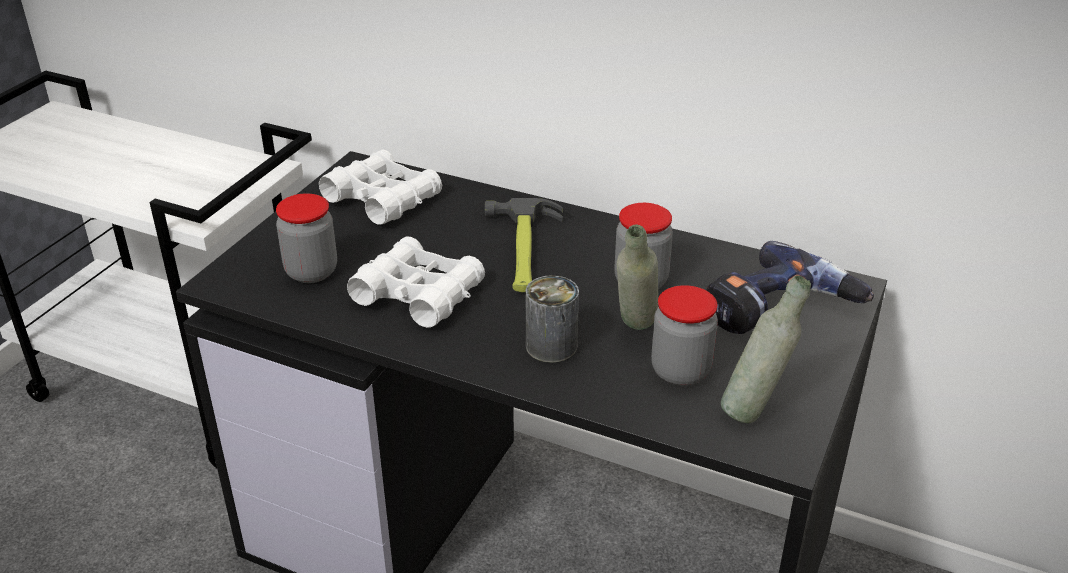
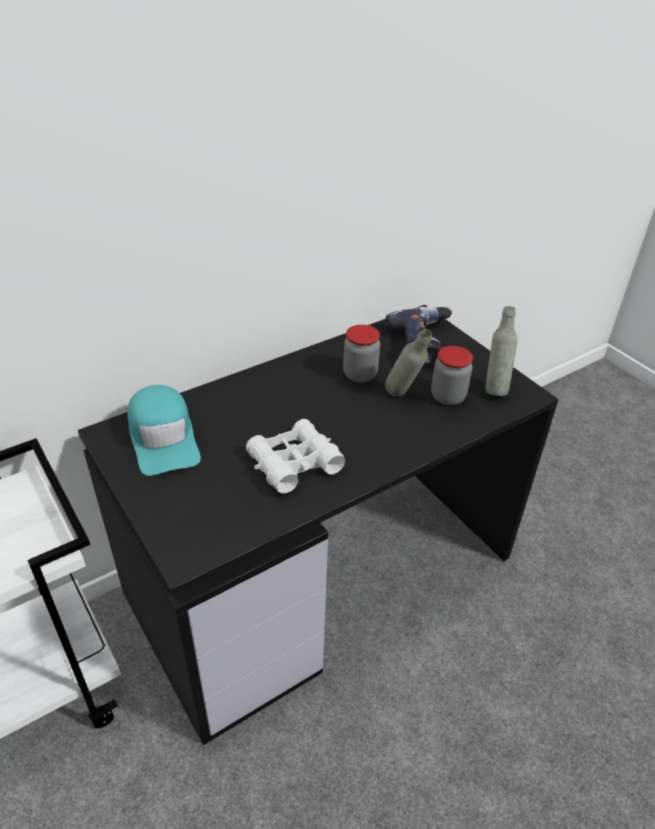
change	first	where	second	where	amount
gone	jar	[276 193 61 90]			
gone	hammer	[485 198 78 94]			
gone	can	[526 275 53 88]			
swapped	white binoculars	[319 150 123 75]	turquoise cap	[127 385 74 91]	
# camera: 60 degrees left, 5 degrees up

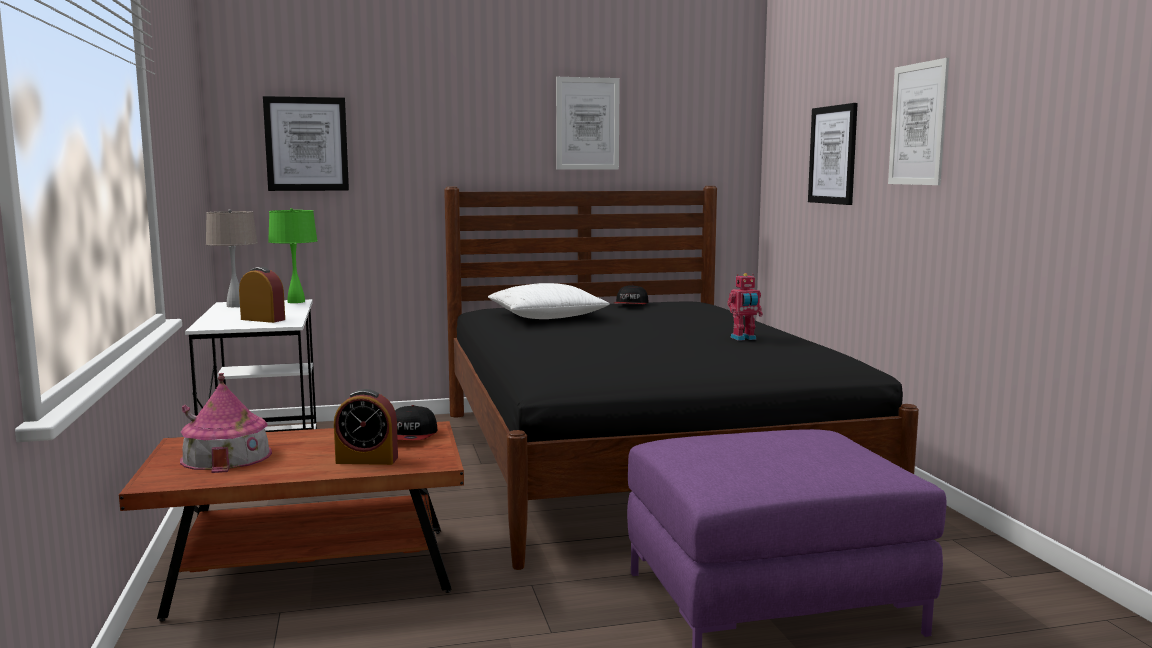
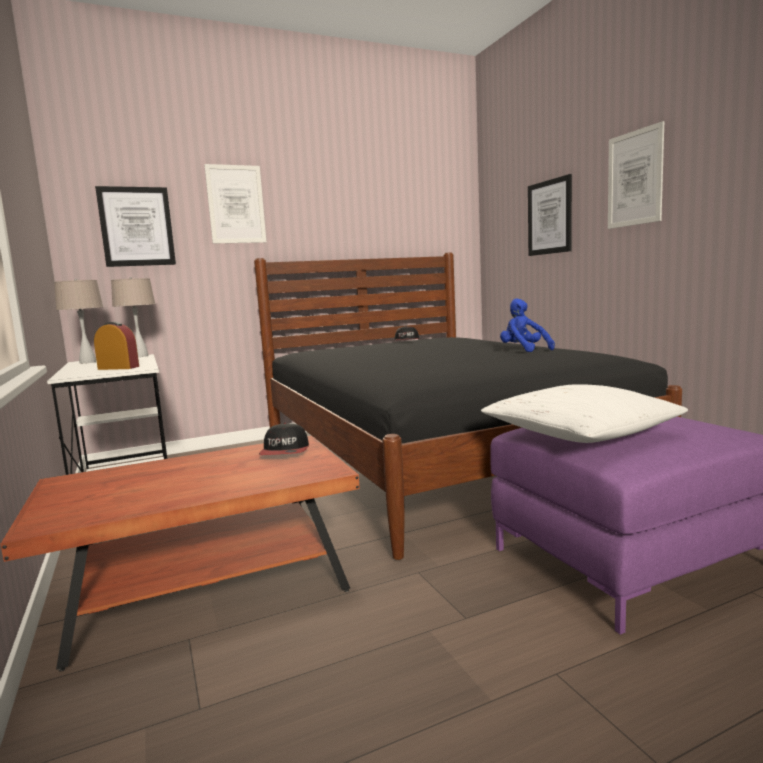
change	first	where	second	where	amount
gone	toy house	[180 373 92 100]			
gone	alarm clock	[334 389 64 76]			
shifted	white pillow	[488 283 122 36]		[481 384 207 59]	
shifted	picture	[556 77 64 92]		[204 164 62 80]	
swapped	toy robot	[727 273 36 68]	blue plush toy	[500 298 55 54]	
repainted	green table lamp	[268 208 50 95]	beige table lamp	[111 277 44 80]	
# camera: 10 degrees left, 0 degrees up

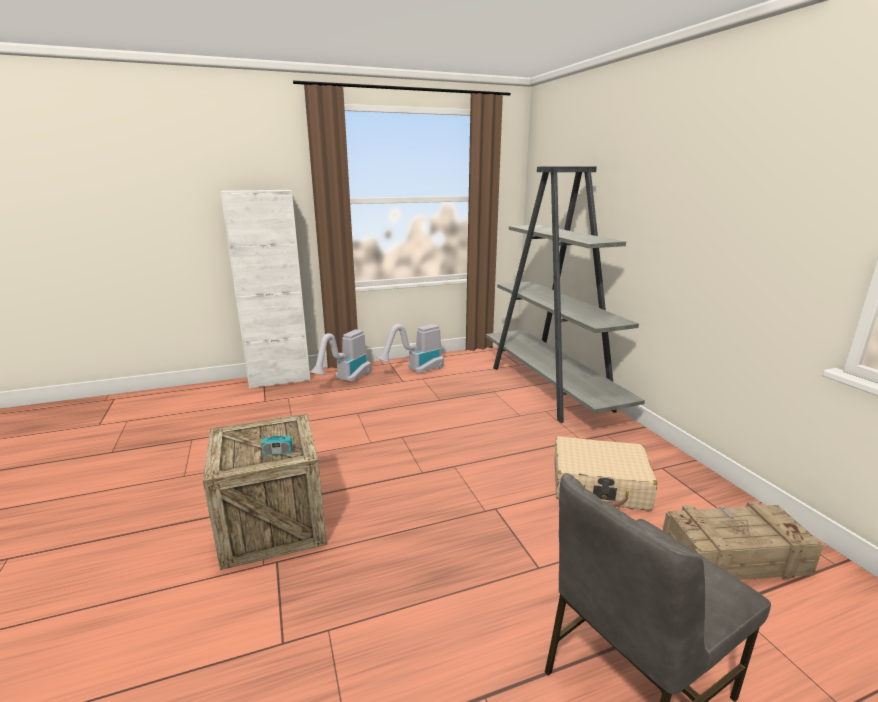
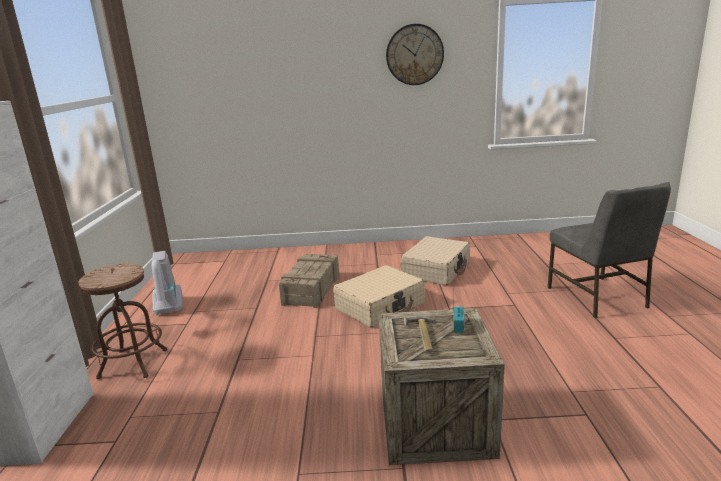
change	first	where	second	where	amount
gone	grey bookcase	[486 166 159 257]			
new			beige suitcase	[333 265 92 63]	
new			wall clock	[386 24 58 61]	
new			hammer	[404 316 32 37]	
shifted	crate	[663 501 161 79]		[279 254 60 54]	
swapped	vacuum cleaner	[309 329 62 53]	brown stool	[78 264 89 115]	
# camera: 70 degrees left, 0 degrees up

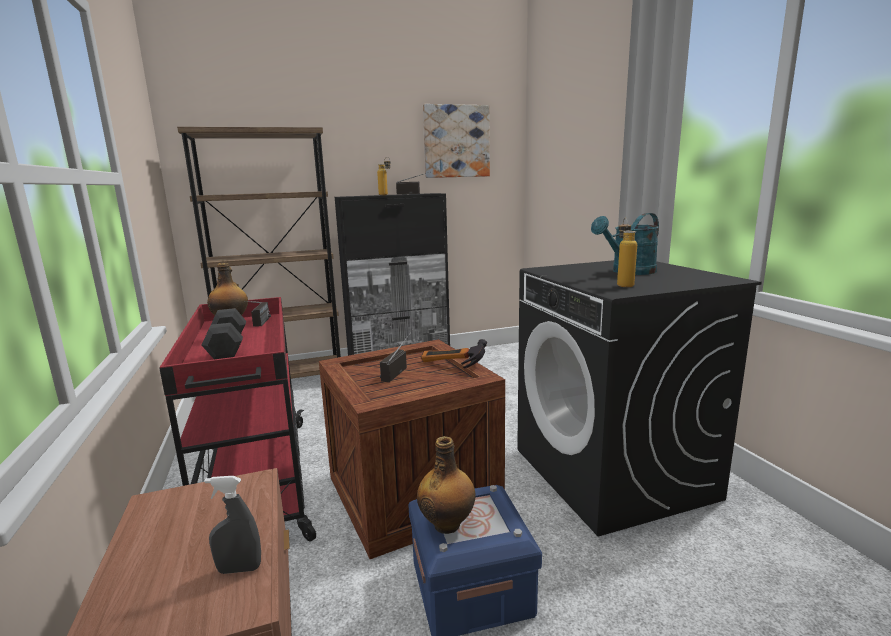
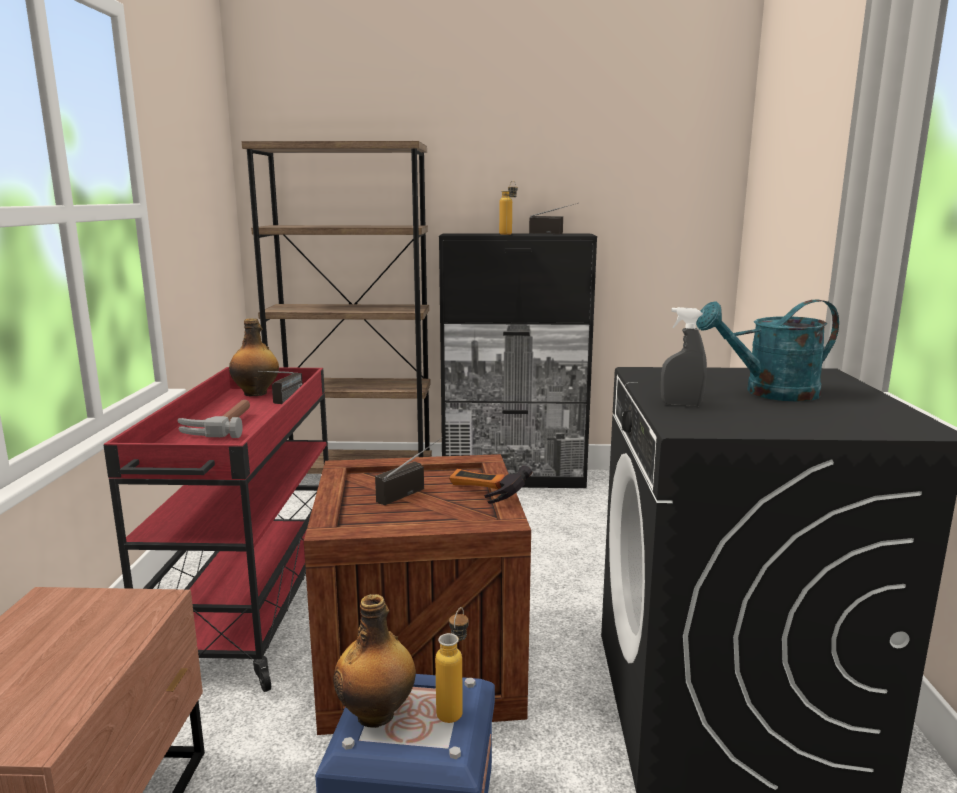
change	first	where	second	where	amount
gone	picture	[423 104 67 74]			
shifted	grey spray bottle	[205 476 56 98]		[661 307 46 100]	
shifted	bottle	[617 218 20 69]		[435 607 33 116]	
swapped	black dumbbell	[201 308 45 51]	hammer	[177 400 73 38]	
# camera: 20 degrees right, 0 degrees up

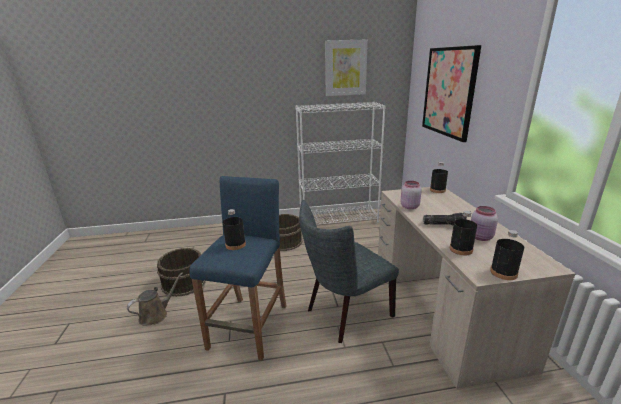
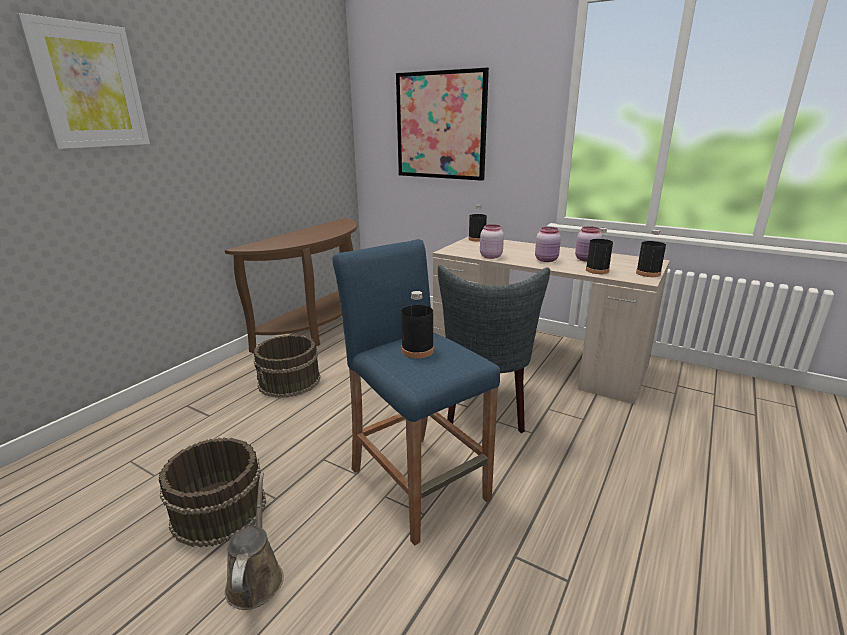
change	first	where	second	where	amount
shifted	picture	[325 40 43 56]		[16 13 134 136]	
swapped	white bookcase	[295 102 91 123]	brown console table	[225 218 132 135]	
swapped	flashlight	[424 213 43 12]	pink jar	[535 227 26 35]	
# camera: 50 degrees left, 0 degrees up

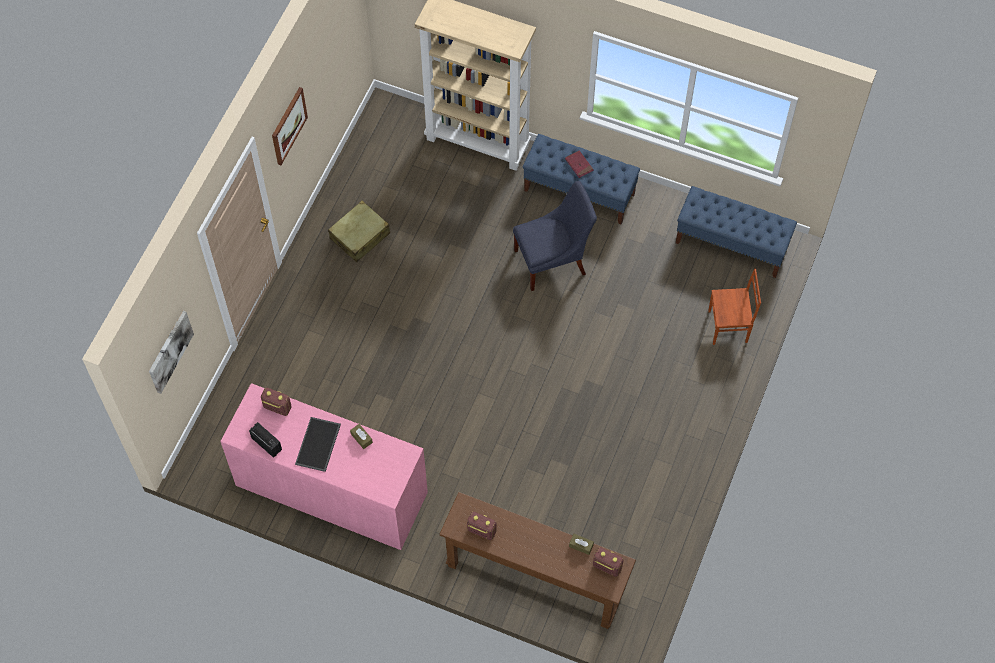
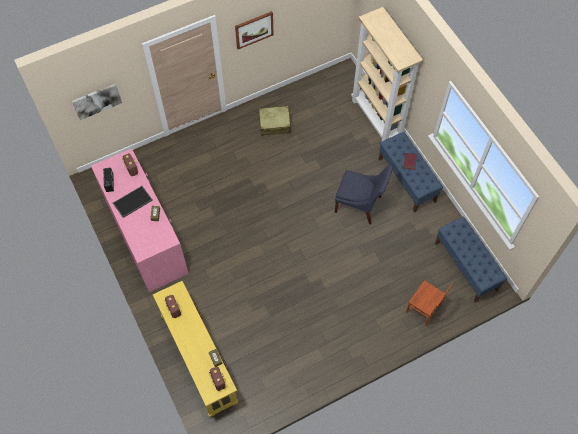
change	first	where	second	where	amount
repainted	brown console table	[440 492 196 137]	yellow console table	[153 281 85 136]	
# camera: 40 degrees right, 0 degrees up

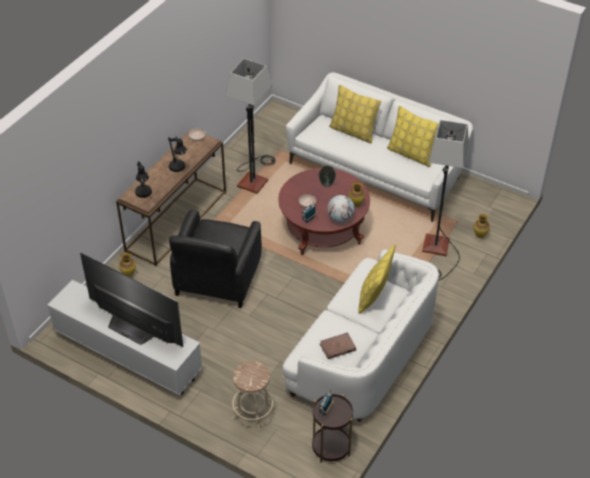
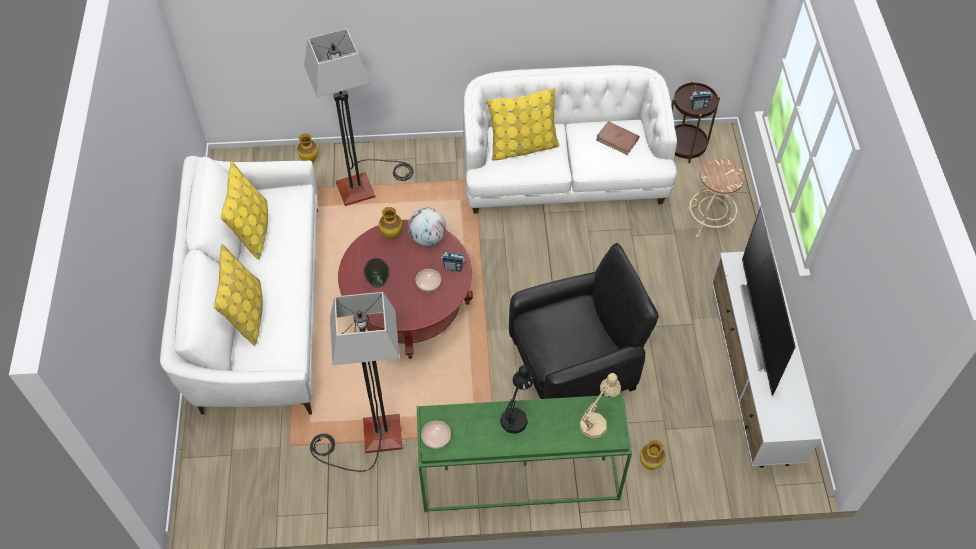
change	first	where	second	where	amount
repainted	brown console table	[116 129 110 137]	green console table	[417 394 215 118]	
repainted	black table lamp	[135 161 17 37]	beige table lamp	[580 373 41 65]	
# camera: 125 degrees left, 10 degrees up

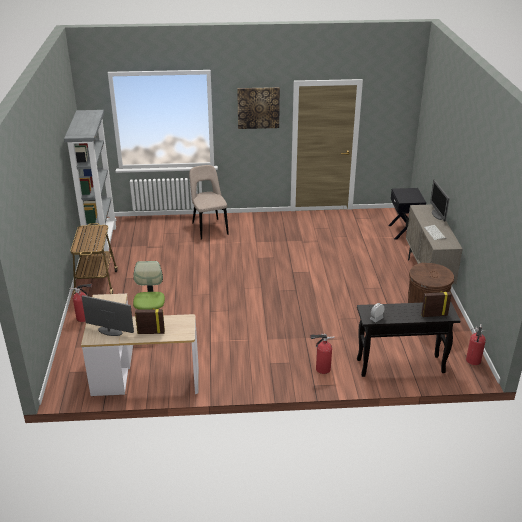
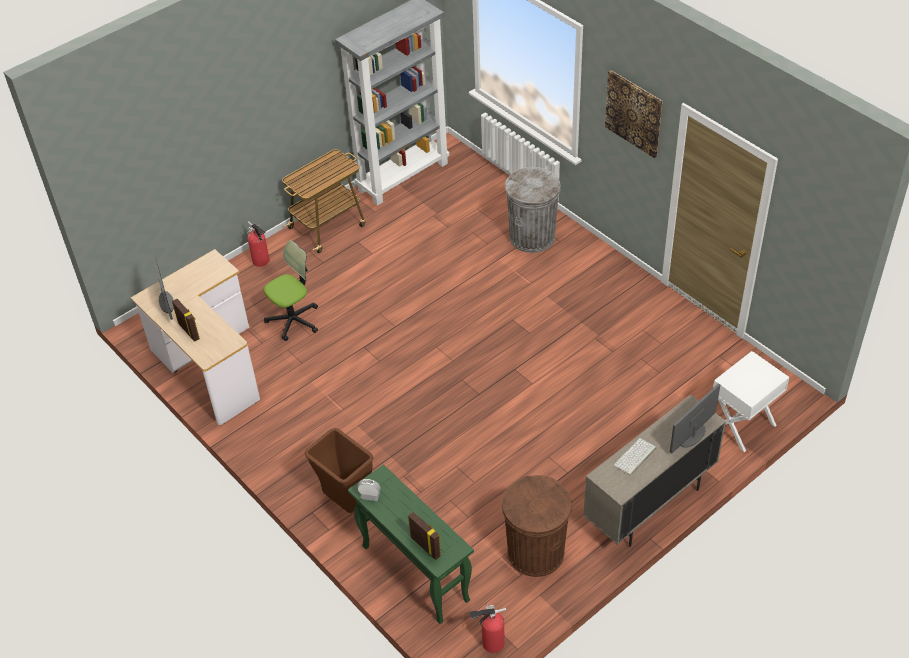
change	first	where	second	where	amount
swapped	beige chair	[189 165 40 75]	grey trash can	[505 167 56 86]	
swapped	fire extinguisher	[310 333 25 41]	brown trash can	[304 428 70 85]	
repainted	black console table	[357 301 104 76]	green console table	[348 464 126 160]	
repainted	black nightstand	[388 188 38 51]	white nightstand	[713 351 76 101]	
# camera: 55 degrees right, 15 degrees up

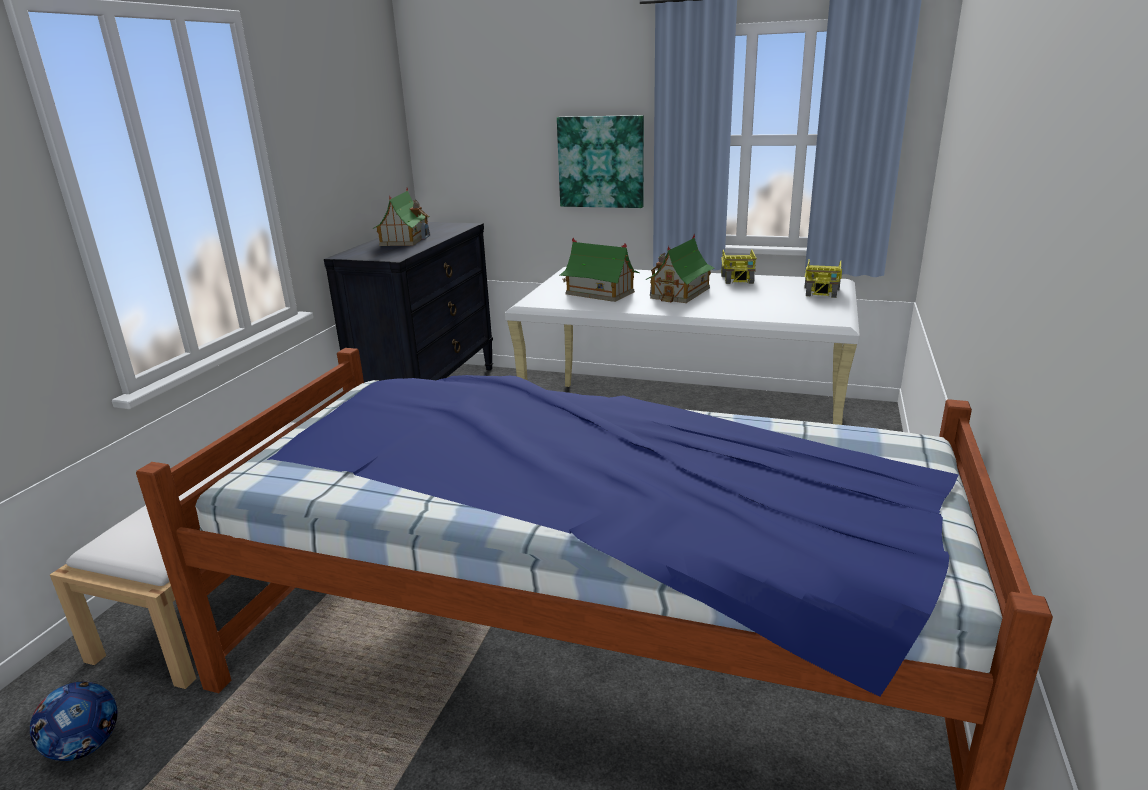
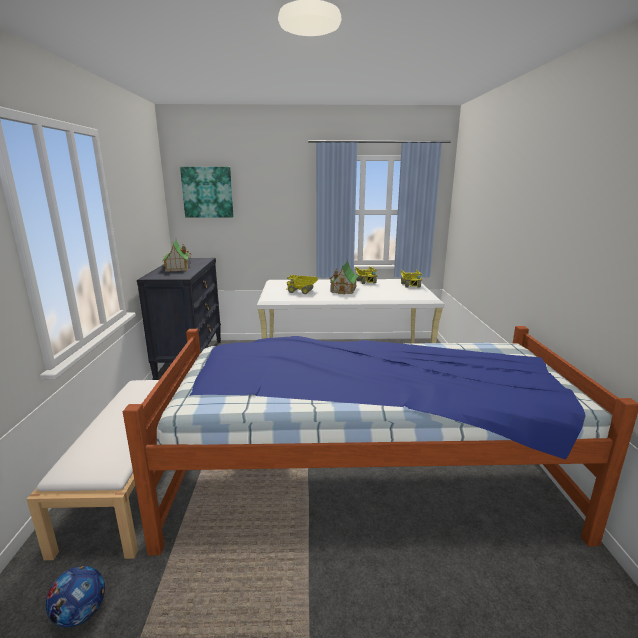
change	first	where	second	where	amount
shifted	picture	[557 115 87 93]		[180 167 54 51]	
swapped	toy house	[560 237 80 65]	toy truck	[286 275 32 19]	
# camera: 20 degrees left, 5 degrees down

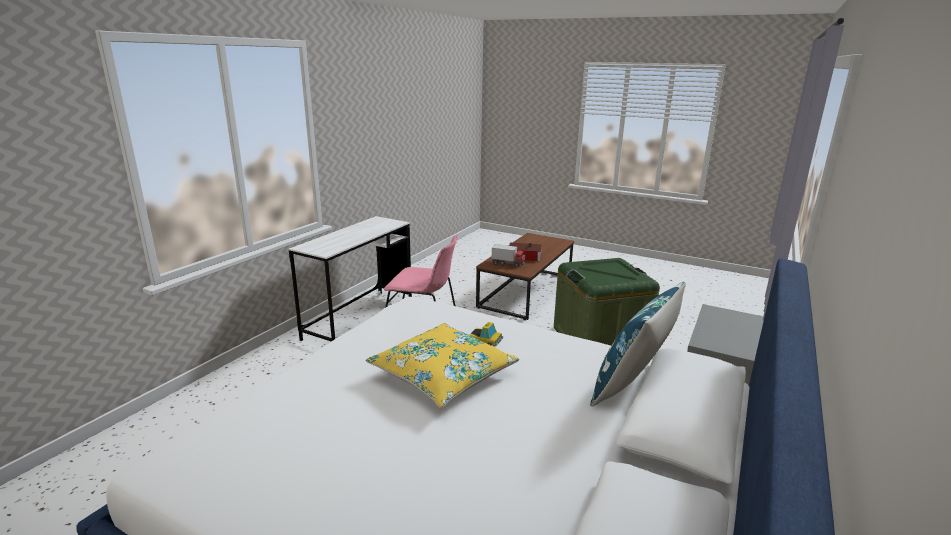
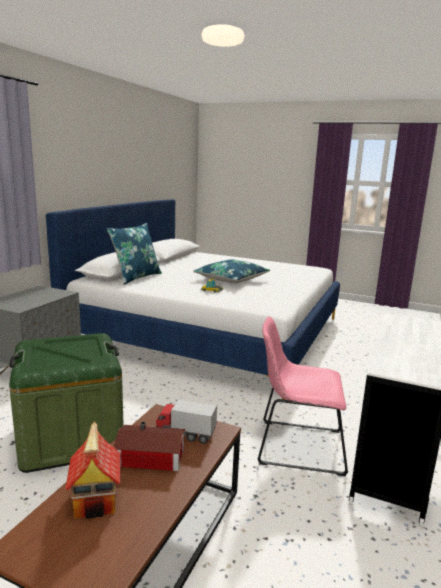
change	first	where	second	where	amount
new			toy house	[65 422 56 97]	
repainted	yellow pillow	[366 323 153 85]	blue pillow	[193 259 77 24]	
# camera: 175 degrees right, 5 degrees down

